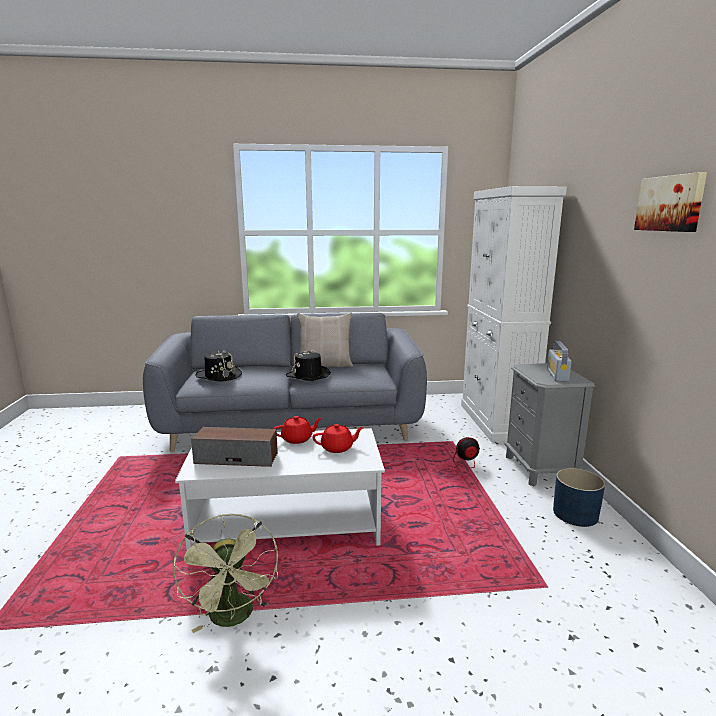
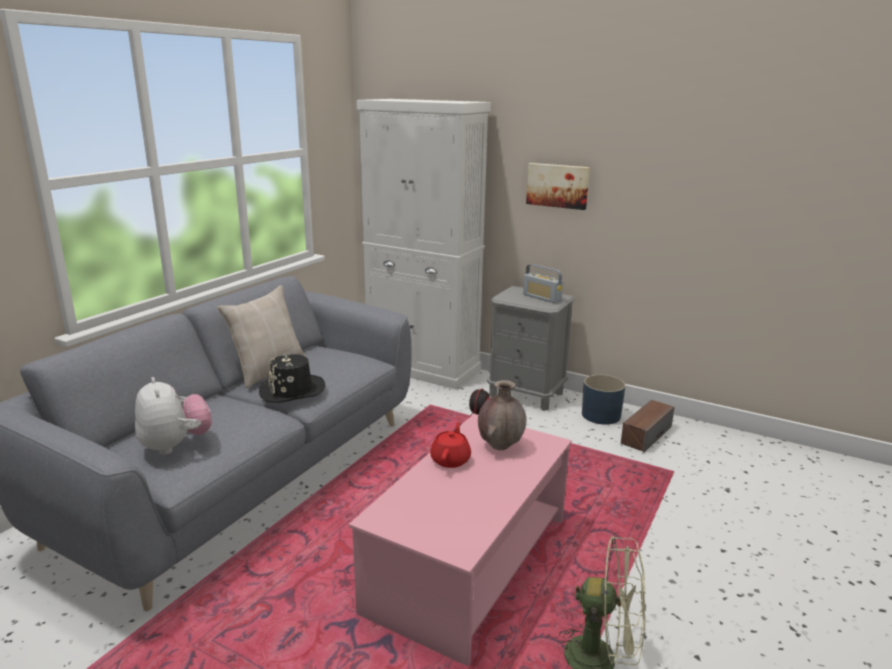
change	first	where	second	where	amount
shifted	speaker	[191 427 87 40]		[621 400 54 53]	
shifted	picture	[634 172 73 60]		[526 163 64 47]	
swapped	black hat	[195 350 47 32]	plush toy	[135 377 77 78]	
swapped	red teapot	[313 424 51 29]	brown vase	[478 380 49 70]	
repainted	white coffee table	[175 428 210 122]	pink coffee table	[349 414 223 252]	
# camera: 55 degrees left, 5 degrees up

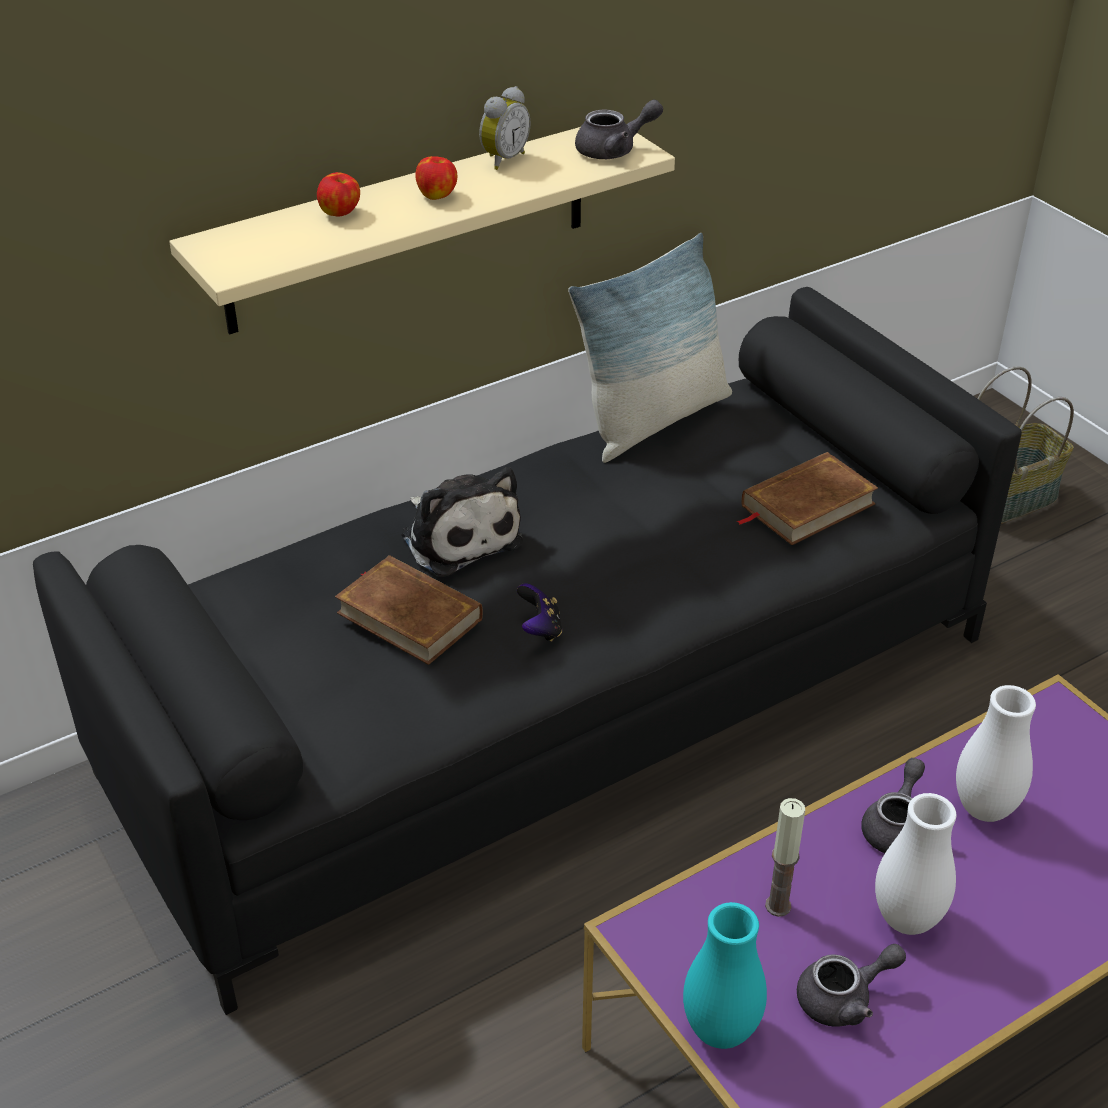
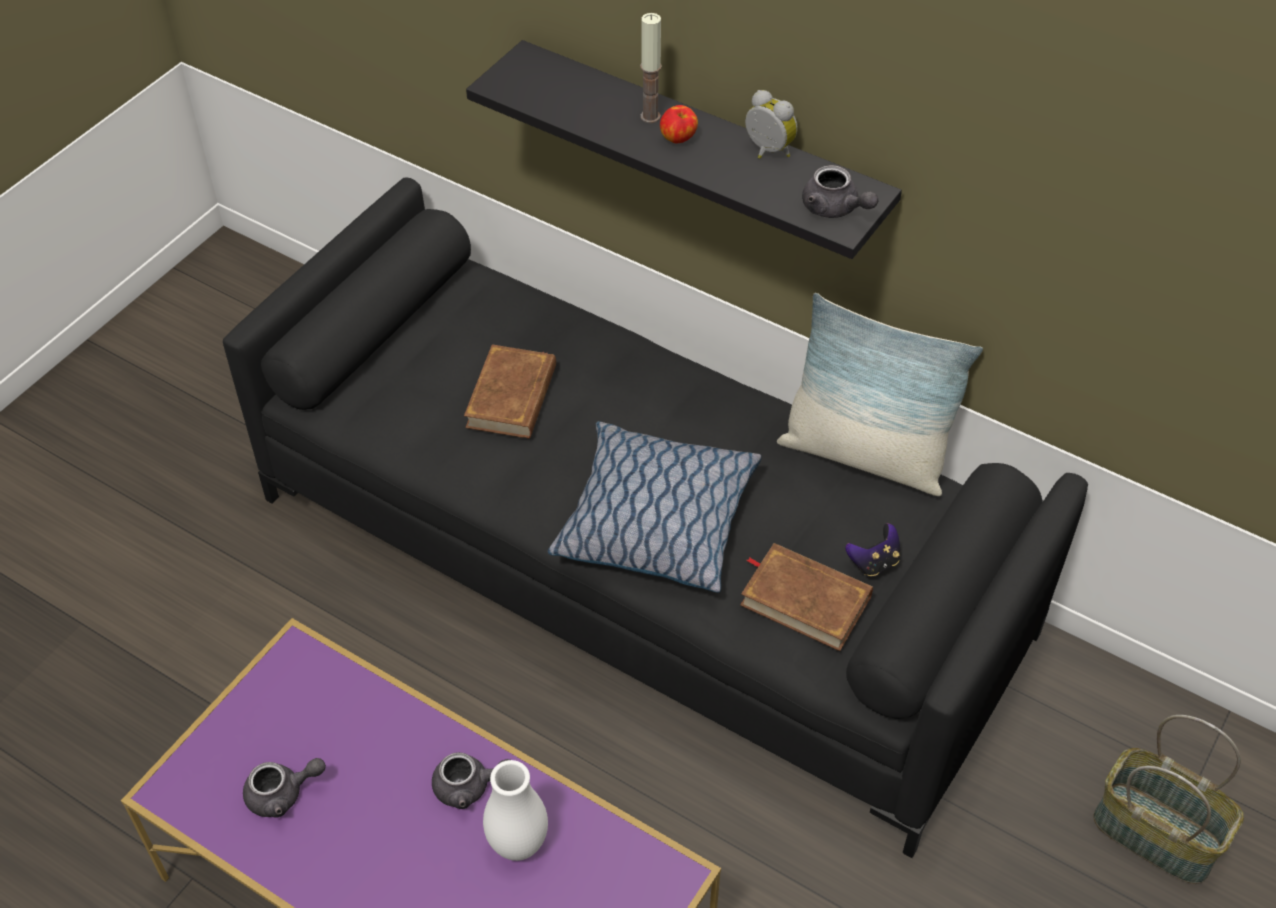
change	first	where	second	where	amount
gone	apple	[317 172 43 44]			
gone	plush toy	[402 467 121 110]			
gone	turquoise vase	[683 902 84 147]			
gone	white vase	[875 793 82 142]			
new			pillow	[548 421 214 172]	
shifted	game controller	[517 584 45 58]		[845 523 56 53]	
shifted	candle	[765 798 40 119]		[640 13 22 110]	
repainted	beige shelf	[169 127 506 207]	black shelf	[466 40 436 219]	
rotated	alarm clock	[479 86 52 84]		[745 90 53 69]	150 degrees counterclockwise
rotated	grey teapot	[797 944 109 83]		[243 758 83 59]	60 degrees counterclockwise
# camera: 65 degrees right, 10 degrees up

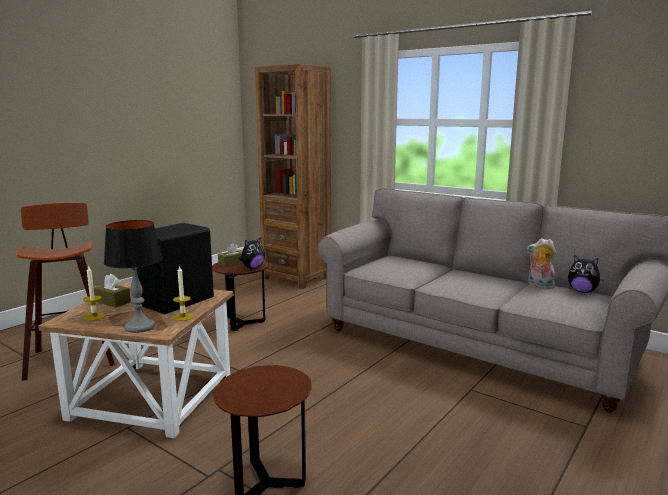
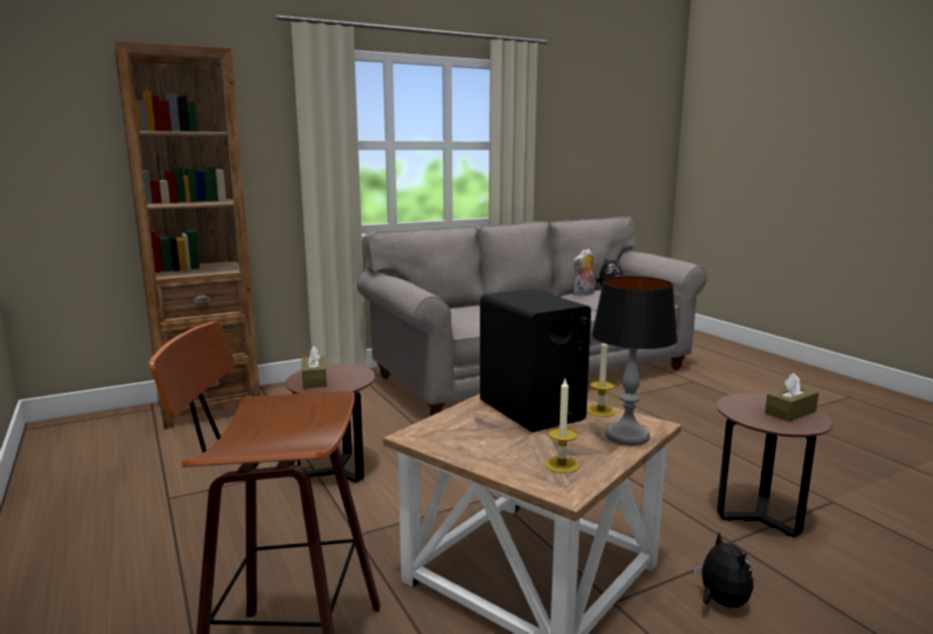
change	first	where	second	where	amount
shifted	brown tissue box	[93 274 38 34]		[765 373 54 49]	
shifted	plush toy	[239 237 26 32]		[694 531 60 77]	
# camera: 65 degrees left, 0 degrees up

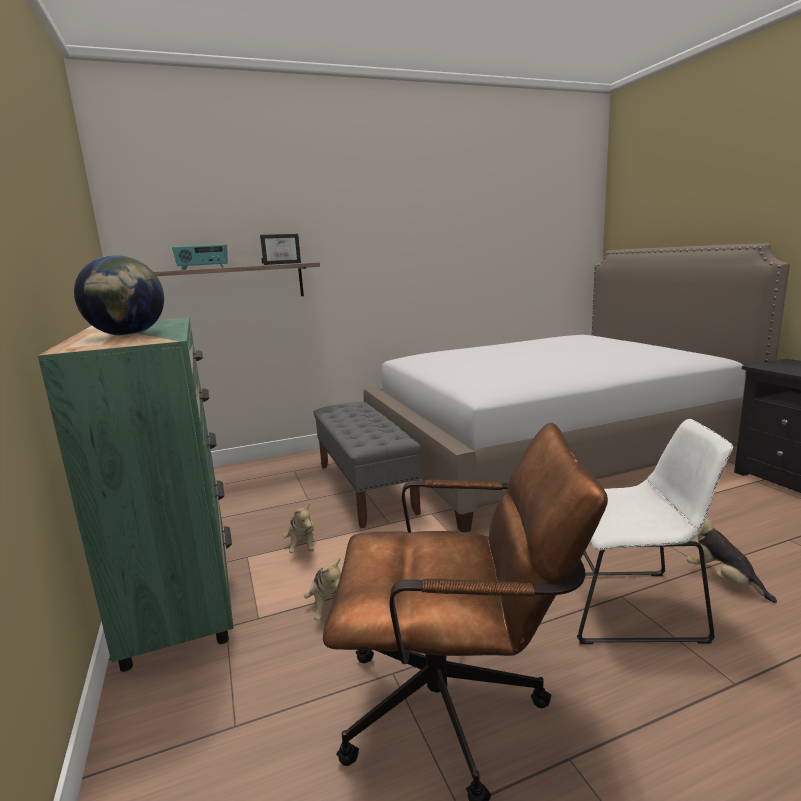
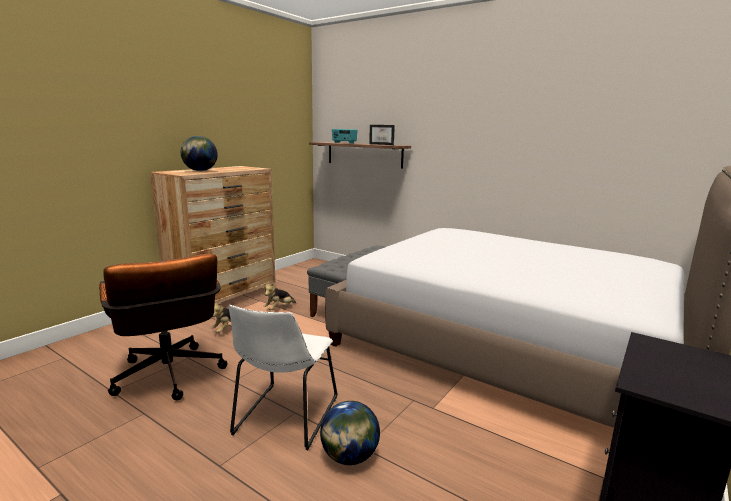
change	first	where	second	where	amount
swapped	plush toy	[686 518 91 85]	globe	[320 401 60 64]	
repainted	green dresser	[38 317 195 355]	brown dresser	[150 166 125 138]	
rotated	white chair	[577 419 156 225]		[229 305 109 145]	45 degrees clockwise
# camera: 55 degrees right, 0 degrees up

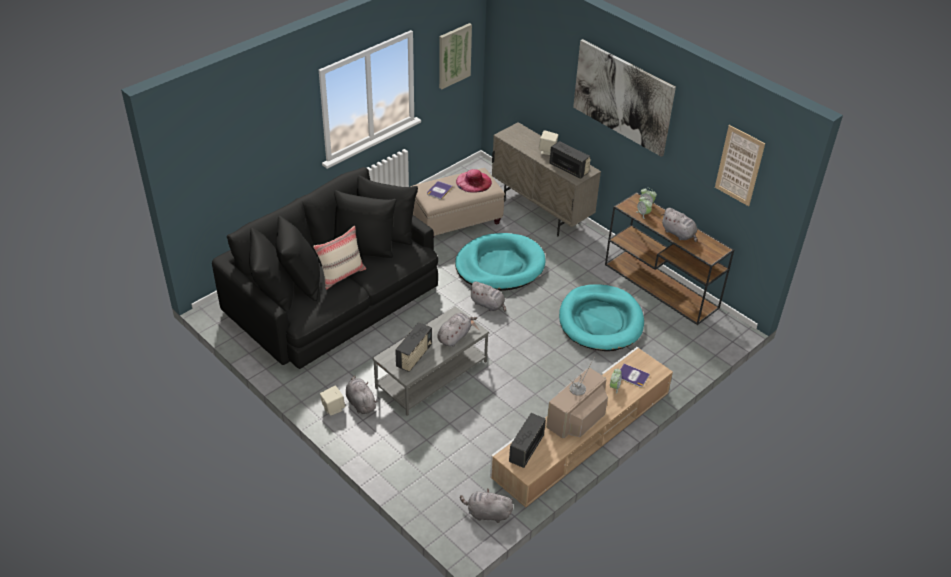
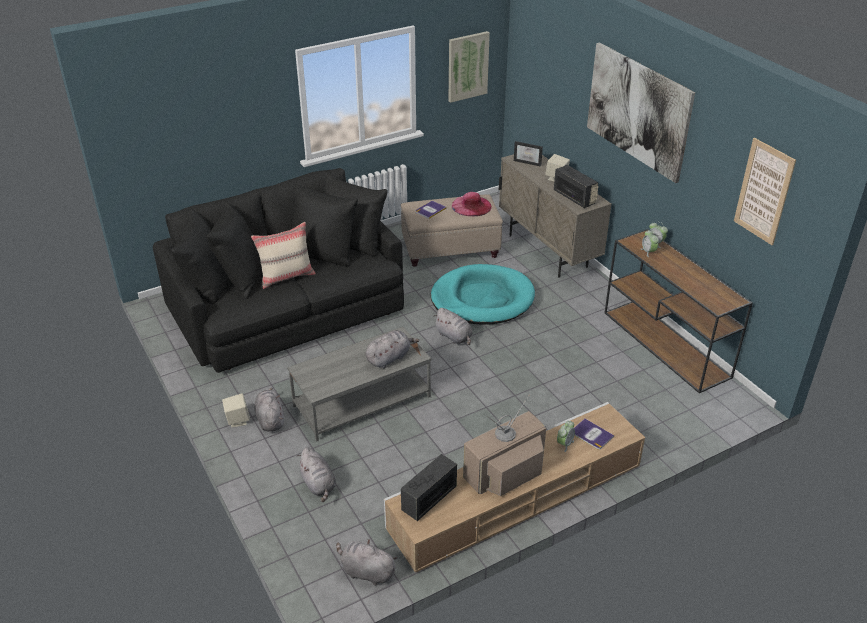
change	first	where	second	where	amount
gone	radio	[395 322 37 50]			
gone	turquoise dog bed	[559 284 85 67]			
new			picture frame	[514 141 29 26]	
shifted	grey plush toy	[661 208 36 34]		[297 447 39 55]	
# camera: 15 degrees right, 5 degrees down

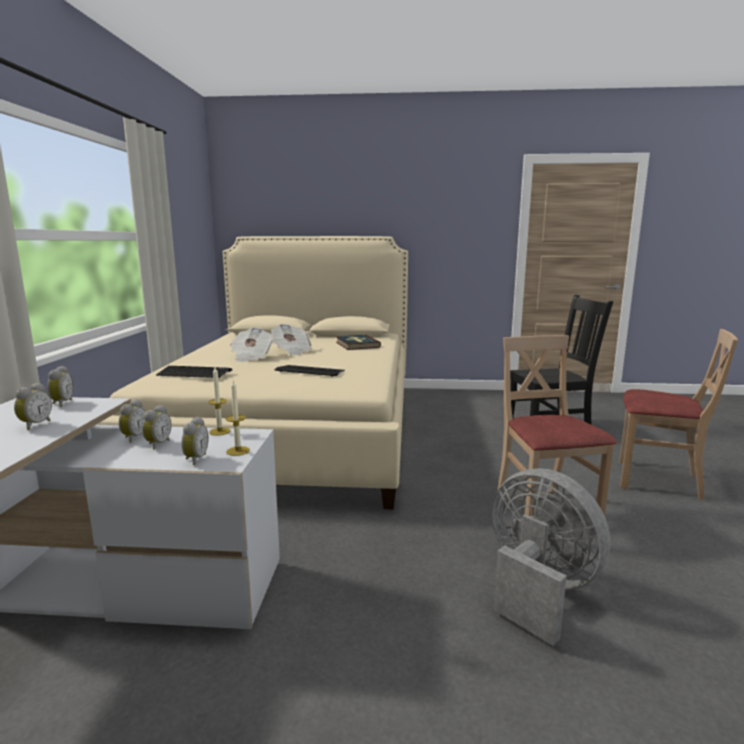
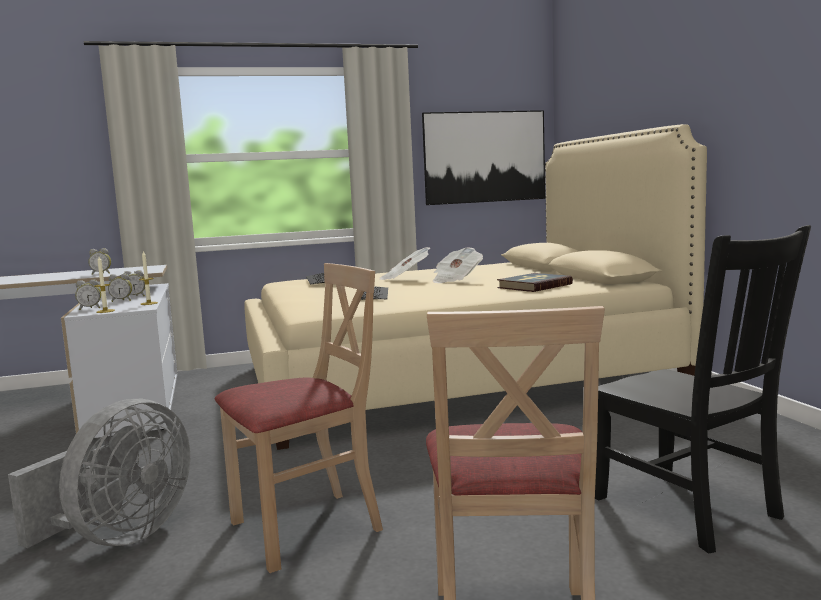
change	first	where	second	where	amount
gone	alarm clock	[47 366 27 41]			
new			picture	[422 110 123 95]	
# camera: 70 degrees right, 5 degrees down

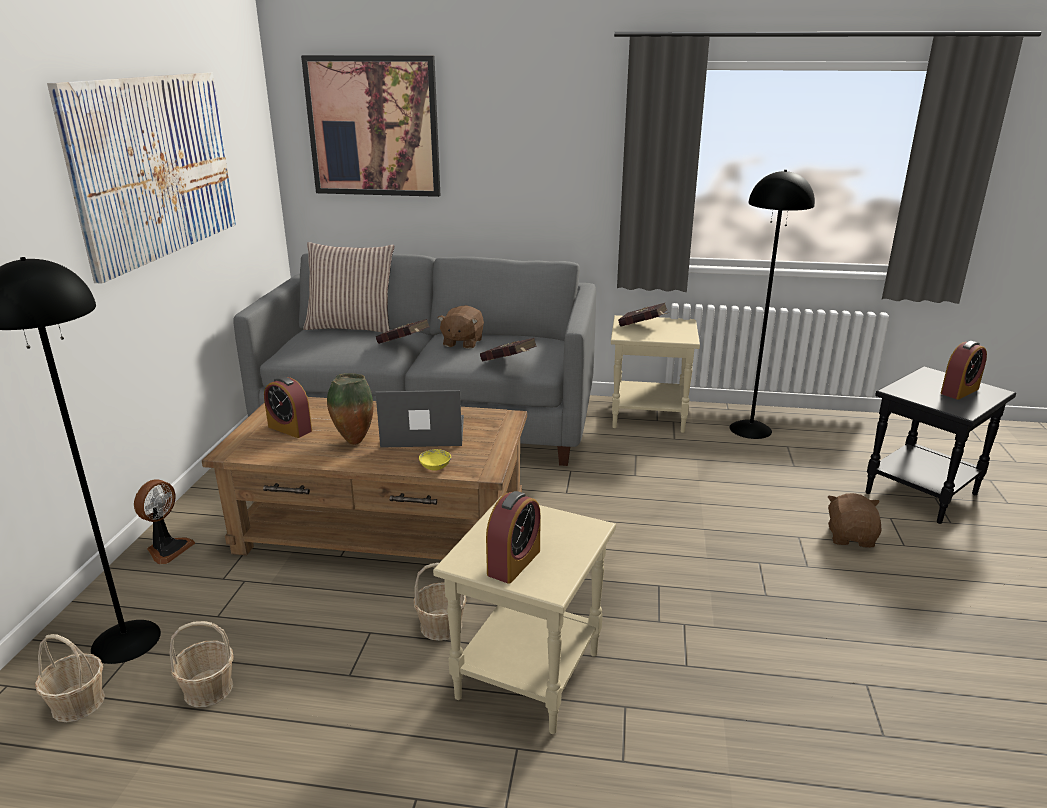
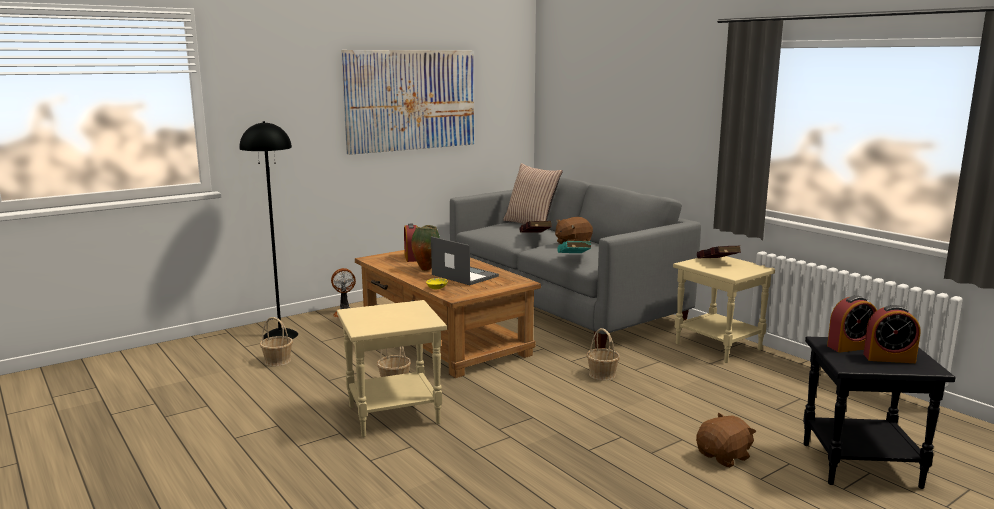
change	first	where	second	where	amount
gone	picture	[301 55 139 142]			
gone	black floor lamp	[730 170 85 269]			
shifted	basket	[35 634 70 88]		[587 328 33 53]	
shifted	alarm clock	[486 491 55 93]		[827 295 50 57]	
repainted	red book	[480 338 57 23]	turquoise book	[557 241 34 12]	
# camera: 45 degrees right, 10 degrees down

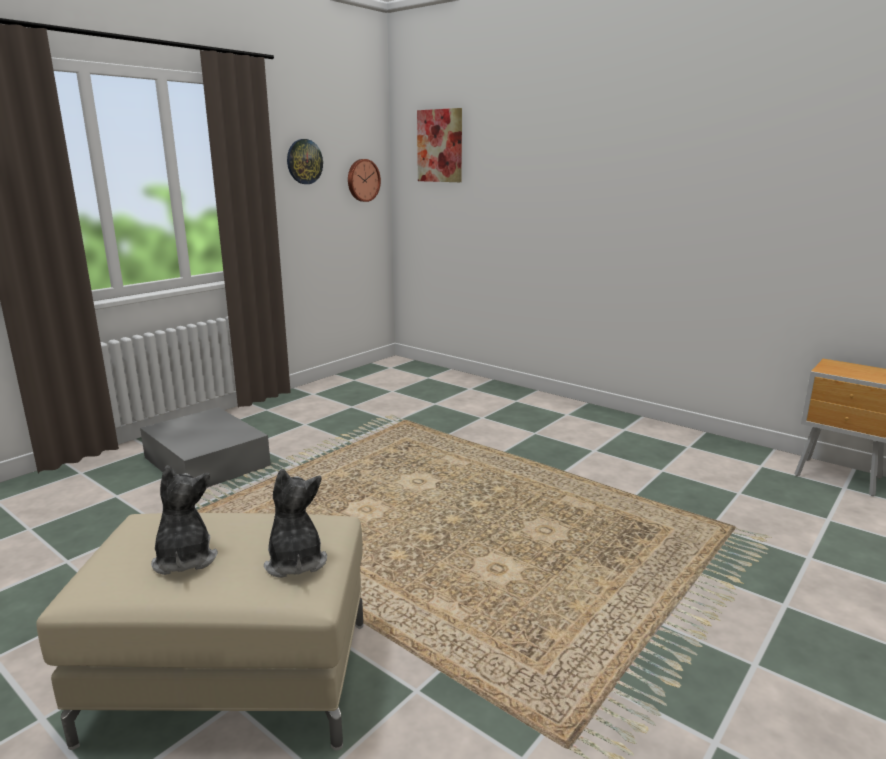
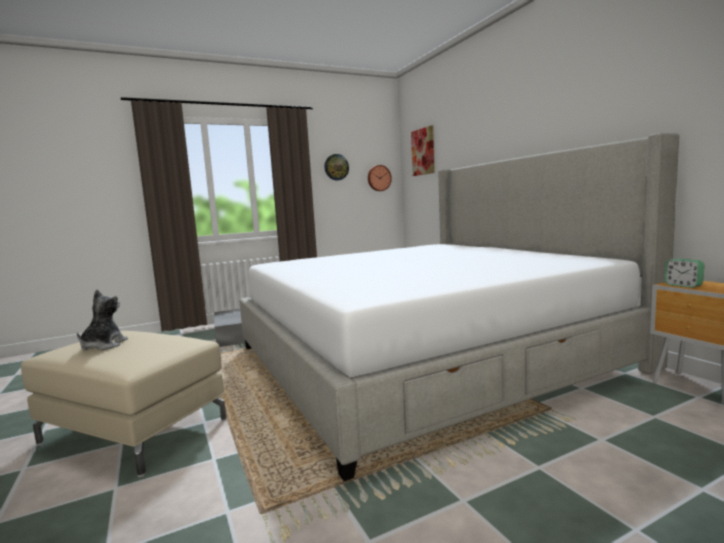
change	first	where	second	where	amount
gone	plush toy	[264 469 63 109]			
new			bed	[239 133 440 348]	
new			alarm clock	[664 259 40 29]	
# camera: 25 degrees right, 10 degrees down

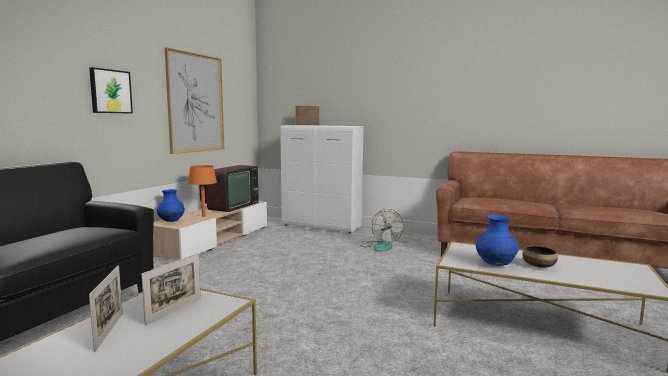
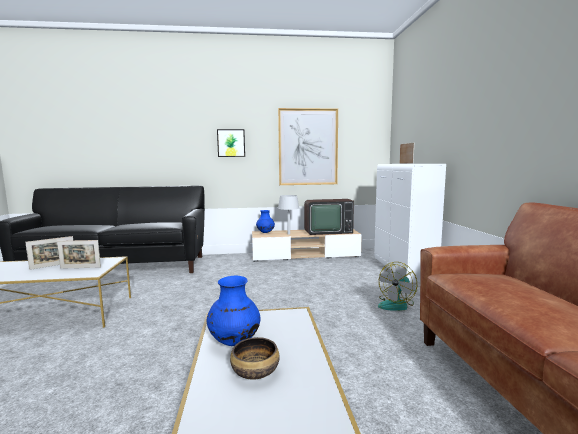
change	first	where	second	where	amount
repainted	orange table lamp	[188 165 29 52]	grey table lamp	[278 195 21 39]	
# camera: 60 degrees right, 0 degrees up

